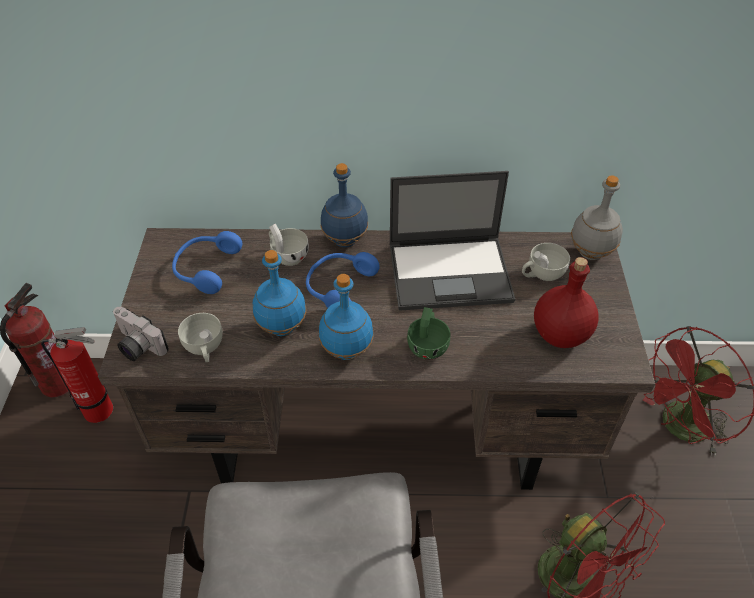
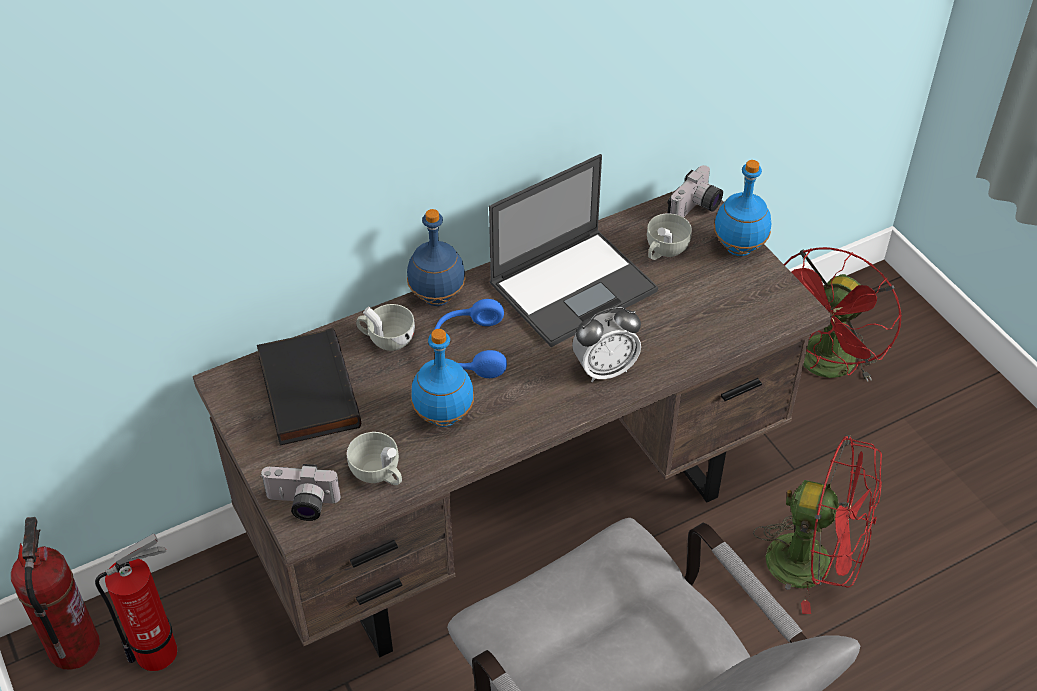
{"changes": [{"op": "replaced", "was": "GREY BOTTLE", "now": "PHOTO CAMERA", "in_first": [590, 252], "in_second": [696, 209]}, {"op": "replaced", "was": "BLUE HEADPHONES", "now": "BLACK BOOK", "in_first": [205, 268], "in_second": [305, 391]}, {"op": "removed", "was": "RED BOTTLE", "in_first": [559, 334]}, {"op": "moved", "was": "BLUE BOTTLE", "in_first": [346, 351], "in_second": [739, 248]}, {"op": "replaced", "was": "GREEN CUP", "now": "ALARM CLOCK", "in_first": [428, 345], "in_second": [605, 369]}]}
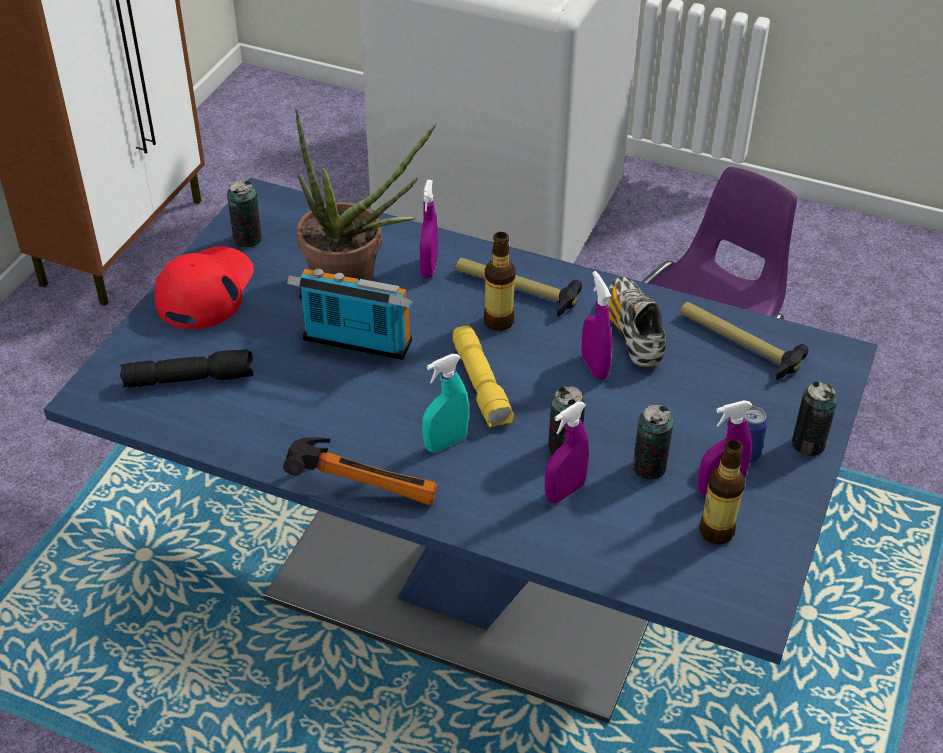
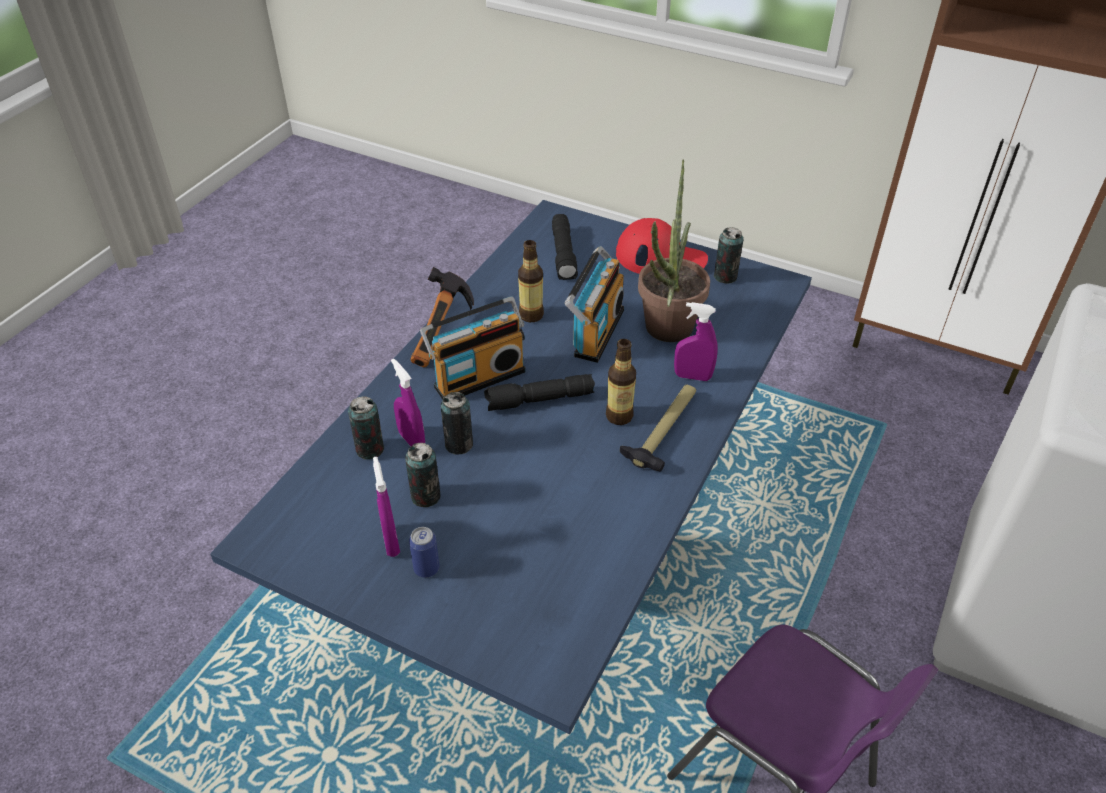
{"changes": [{"op": "removed", "was": "PURPLE SPRAY BOTTLE", "in_first": [594, 367]}, {"op": "removed", "was": "SHOE", "in_first": [633, 332]}, {"op": "removed", "was": "HAMMER", "in_first": [738, 343]}, {"op": "recoloured", "was": "YELLOW FLASHLIGHT", "now": "BLACK FLASHLIGHT", "in_first": [482, 386], "in_second": [539, 401]}, {"op": "replaced", "was": "TURQUOISE SPRAY BOTTLE", "now": "RADIO", "in_first": [445, 443], "in_second": [478, 377]}, {"op": "moved", "was": "CAN", "in_first": [808, 444], "in_second": [370, 449]}, {"op": "moved", "was": "BOTTLE", "in_first": [716, 531], "in_second": [531, 315]}]}
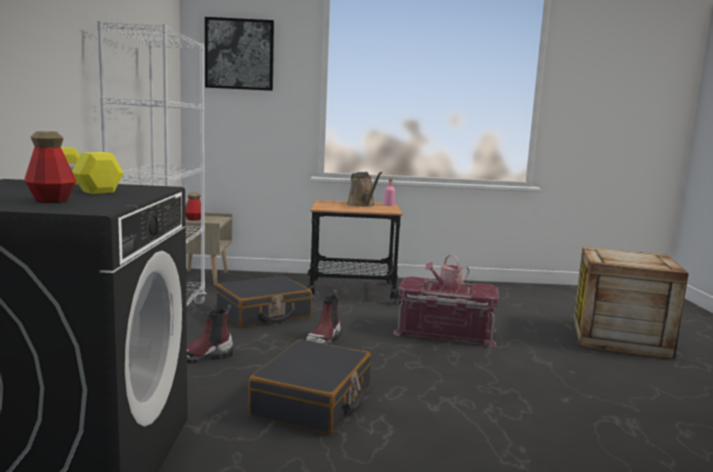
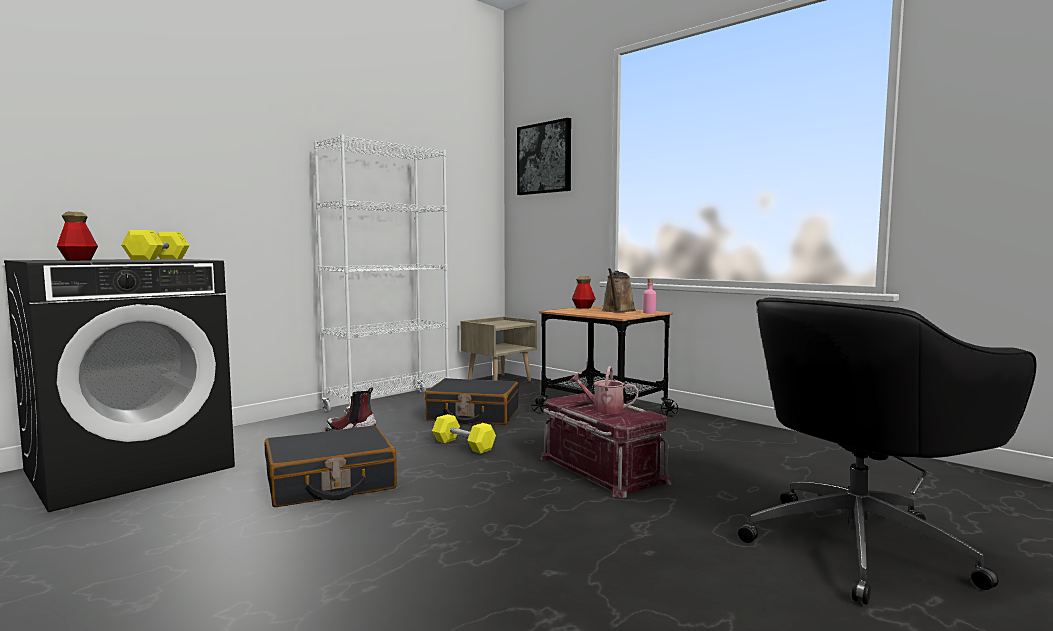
{"changes": [{"op": "moved", "was": "BOTTLE", "in_first": [194, 219], "in_second": [583, 307]}, {"op": "replaced", "was": "CRATE", "now": "BLACK OFFICE CHAIR", "in_first": [619, 338], "in_second": [860, 546]}, {"op": "replaced", "was": "BOOT", "now": "YELLOW DUMBBELL", "in_first": [324, 340], "in_second": [463, 445]}]}
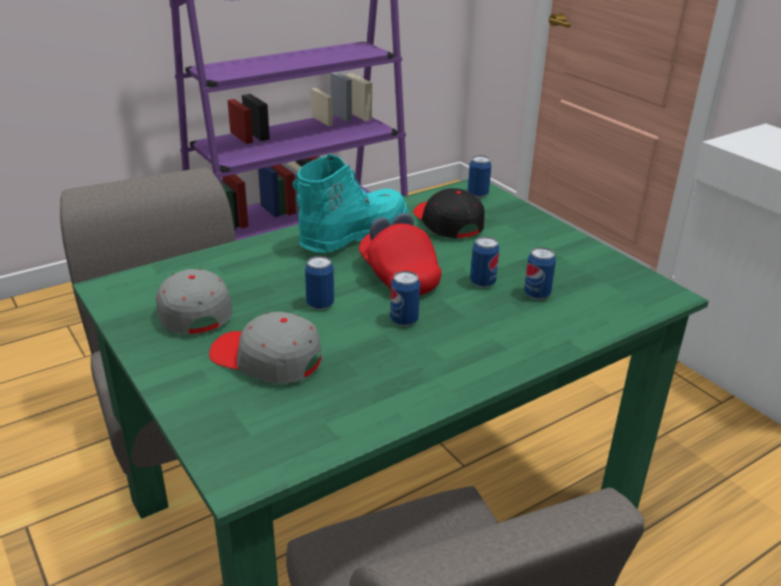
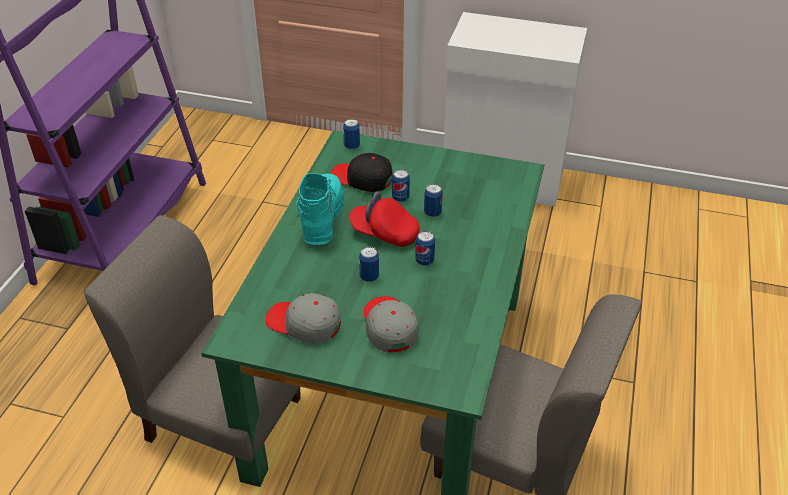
{"changes": [{"op": "moved", "was": "CAN", "in_first": [537, 294], "in_second": [400, 198]}, {"op": "turned", "was": "GREY CAP", "in_first": [266, 359], "in_second": [389, 327], "clockwise": 90}]}
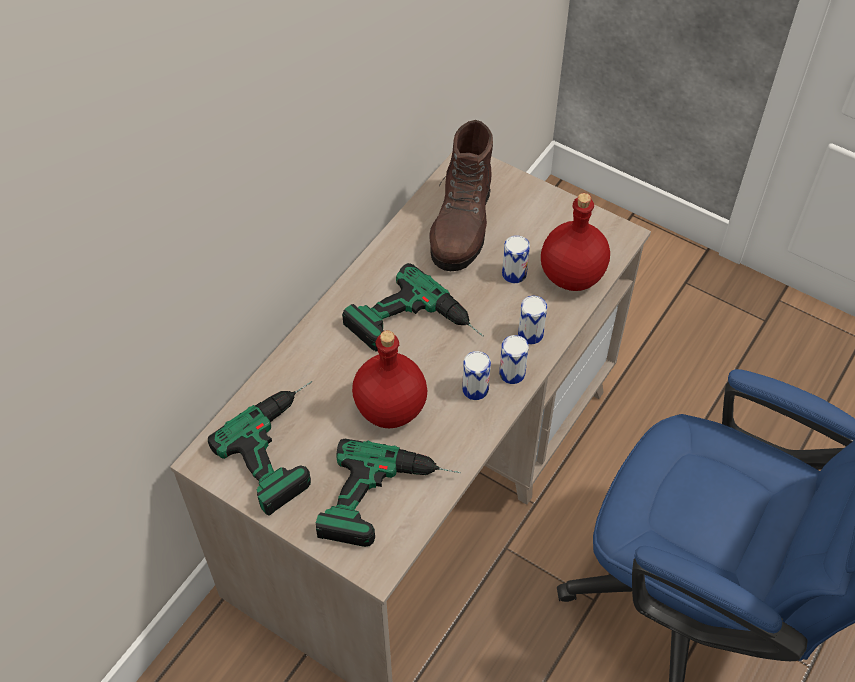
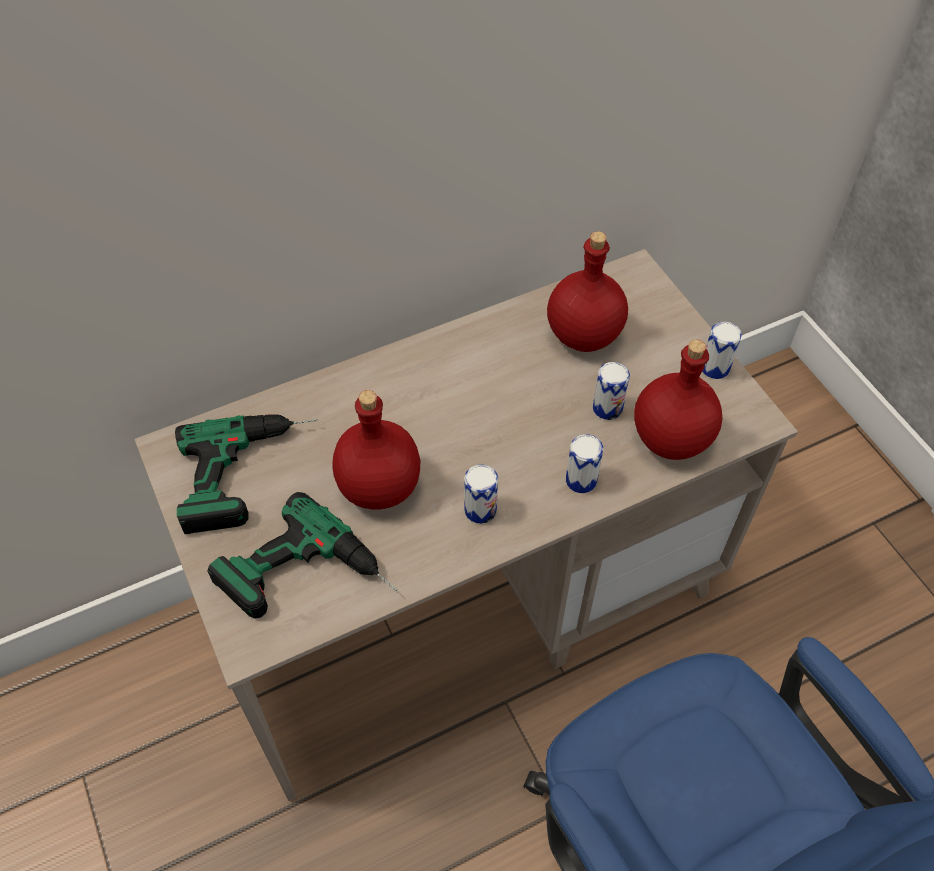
{"changes": [{"op": "replaced", "was": "BROWN BOOT", "now": "RED BOTTLE", "in_first": [462, 226], "in_second": [585, 335]}, {"op": "removed", "was": "POWER DRILL", "in_first": [416, 329]}, {"op": "moved", "was": "CAN", "in_first": [512, 373], "in_second": [715, 368]}]}
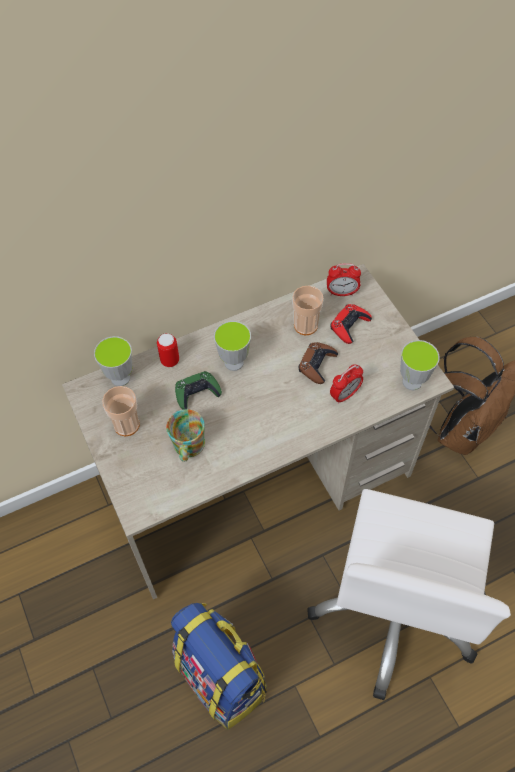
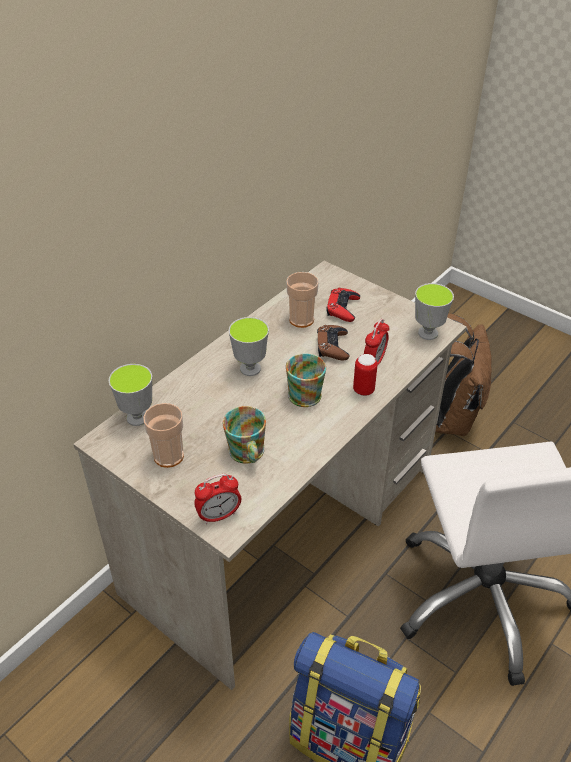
{"changes": [{"op": "moved", "was": "ALARM CLOCK", "in_first": [342, 292], "in_second": [219, 515]}, {"op": "moved", "was": "CAN", "in_first": [170, 360], "in_second": [363, 390]}, {"op": "removed", "was": "GREEN GAME CONTROLLER", "in_first": [197, 393]}, {"op": "added", "now": "MUG", "in_second": [302, 392]}]}
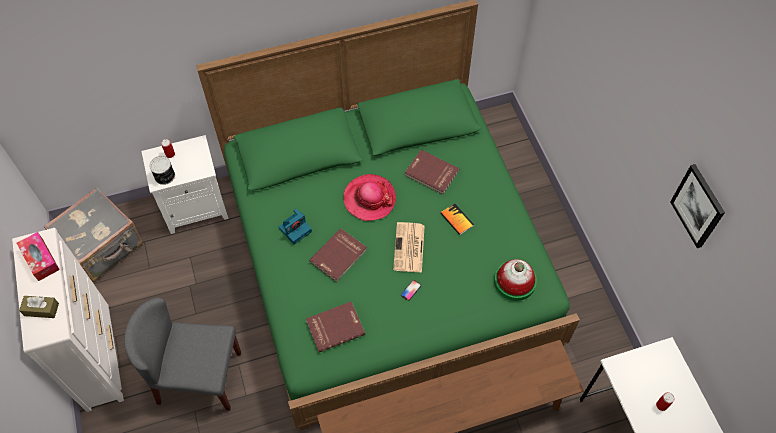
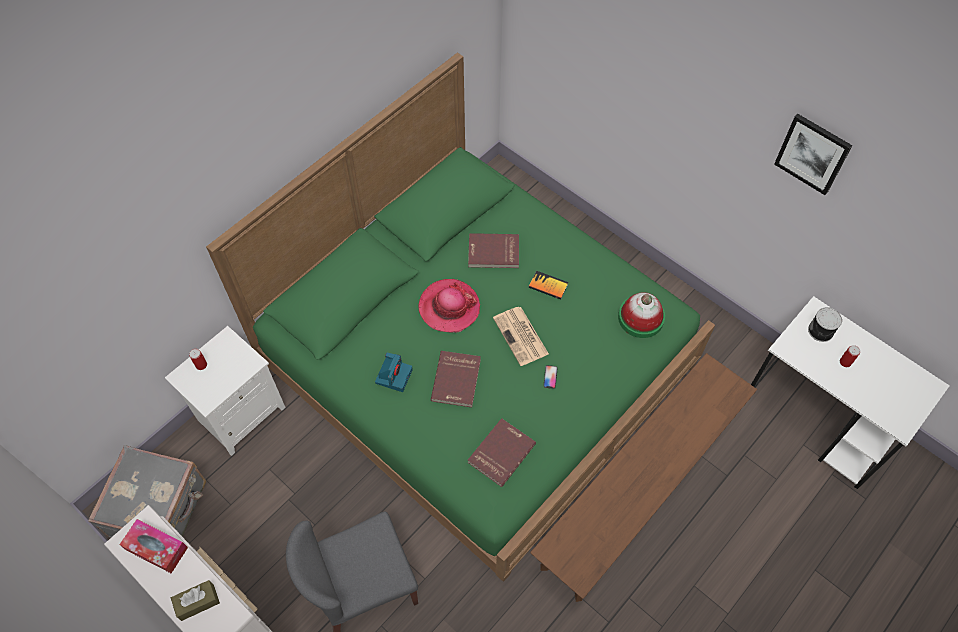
{"changes": [{"op": "moved", "was": "CAN", "in_first": [165, 176], "in_second": [821, 331]}]}
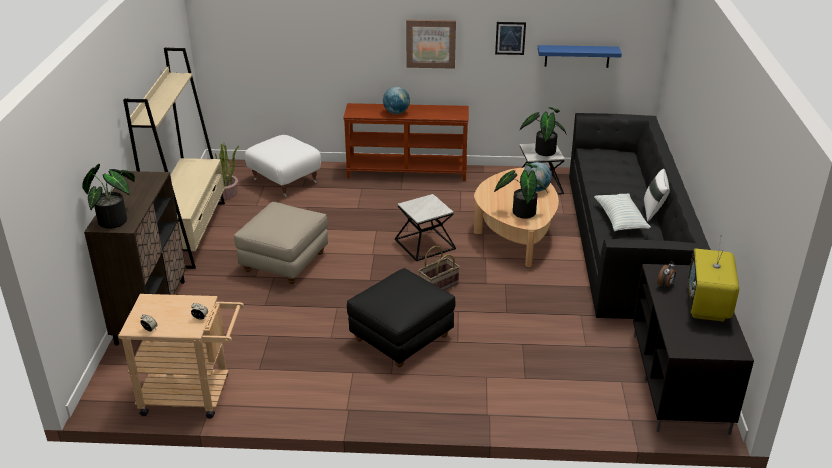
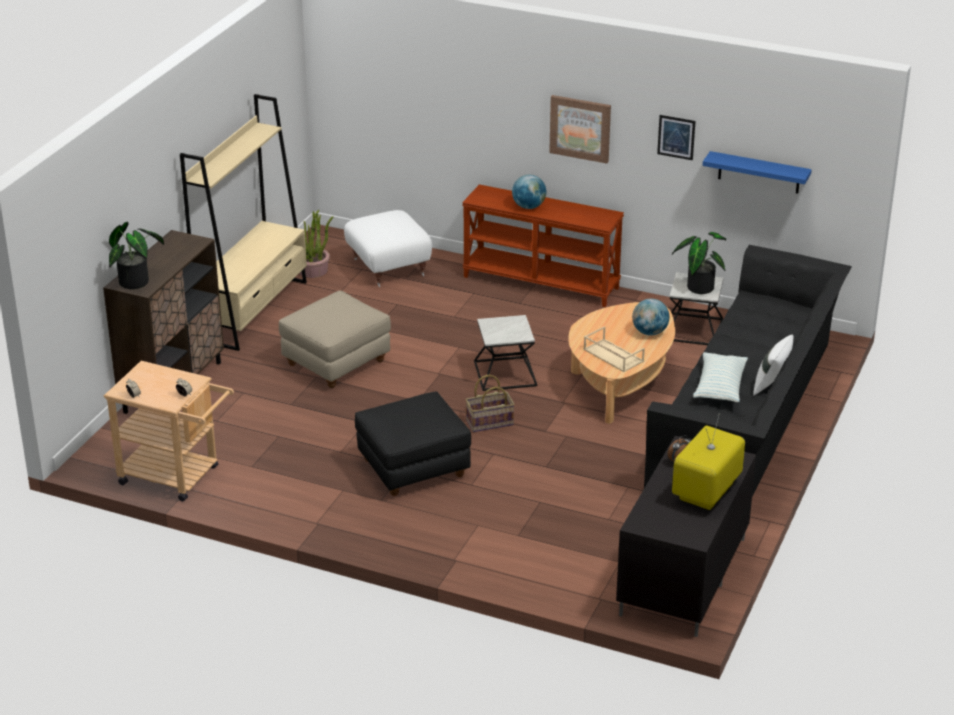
{"changes": [{"op": "replaced", "was": "POTTED PLANT", "now": "BEIGE TRAY", "in_first": [521, 212], "in_second": [612, 355]}]}
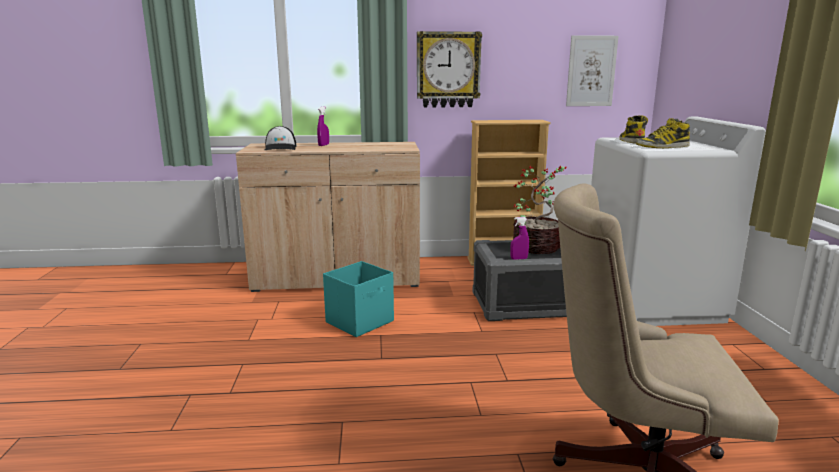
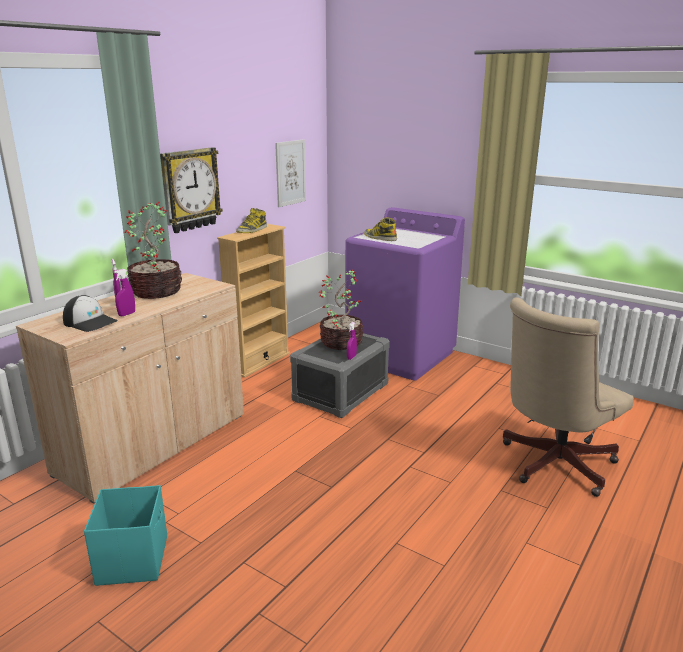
{"changes": [{"op": "recoloured", "was": "WHITE WASHING MACHINE", "now": "PURPLE WASHING MACHINE", "in_first": [651, 303], "in_second": [401, 356]}, {"op": "moved", "was": "BOOT", "in_first": [662, 147], "in_second": [252, 230]}, {"op": "moved", "was": "TURQUOISE STORAGE BOX", "in_first": [360, 321], "in_second": [133, 559]}, {"op": "added", "now": "POTTED PLANT", "in_second": [156, 291]}, {"op": "added", "now": "PURPLE SPRAY BOTTLE", "in_second": [127, 314]}]}
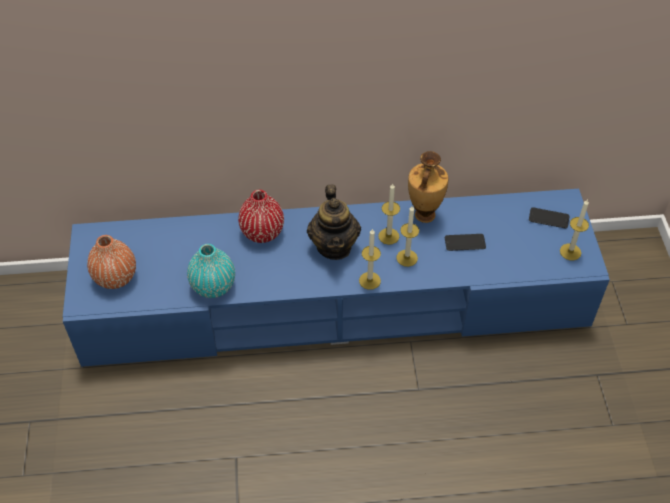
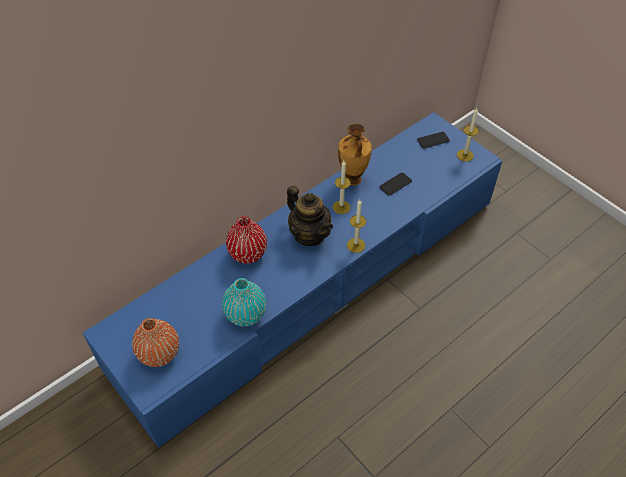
{"changes": [{"op": "removed", "was": "CANDLE", "in_first": [407, 258]}]}
